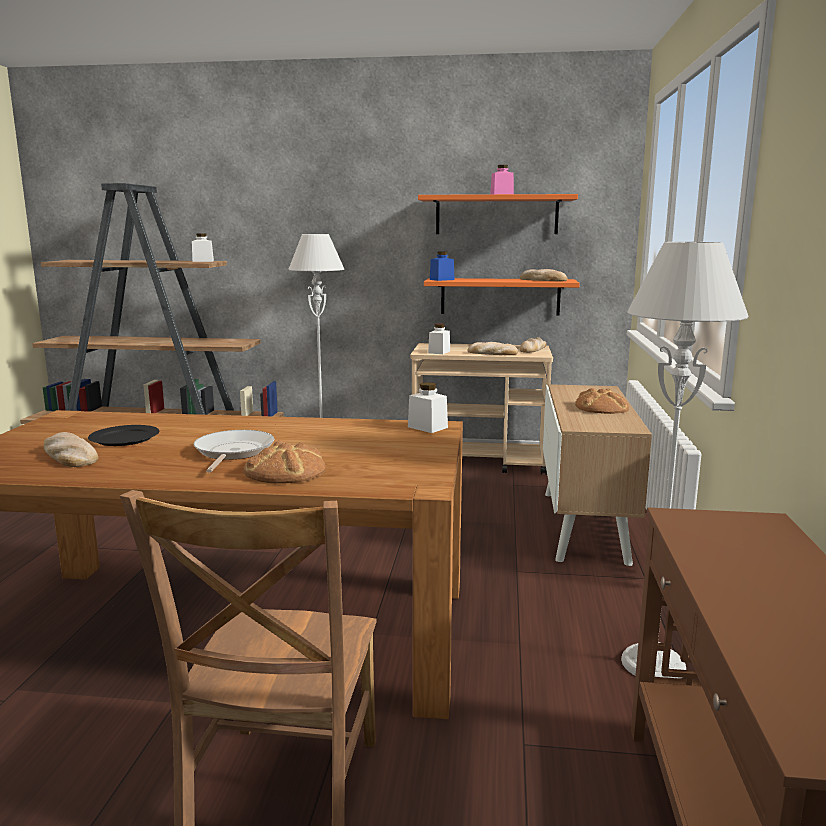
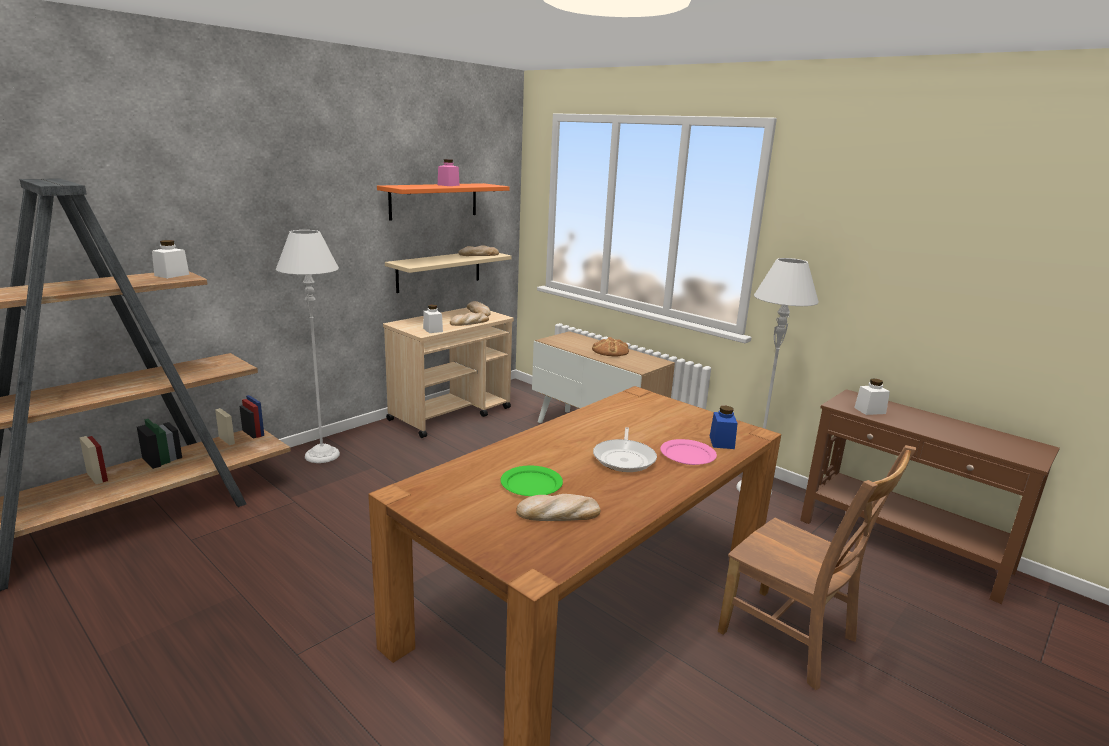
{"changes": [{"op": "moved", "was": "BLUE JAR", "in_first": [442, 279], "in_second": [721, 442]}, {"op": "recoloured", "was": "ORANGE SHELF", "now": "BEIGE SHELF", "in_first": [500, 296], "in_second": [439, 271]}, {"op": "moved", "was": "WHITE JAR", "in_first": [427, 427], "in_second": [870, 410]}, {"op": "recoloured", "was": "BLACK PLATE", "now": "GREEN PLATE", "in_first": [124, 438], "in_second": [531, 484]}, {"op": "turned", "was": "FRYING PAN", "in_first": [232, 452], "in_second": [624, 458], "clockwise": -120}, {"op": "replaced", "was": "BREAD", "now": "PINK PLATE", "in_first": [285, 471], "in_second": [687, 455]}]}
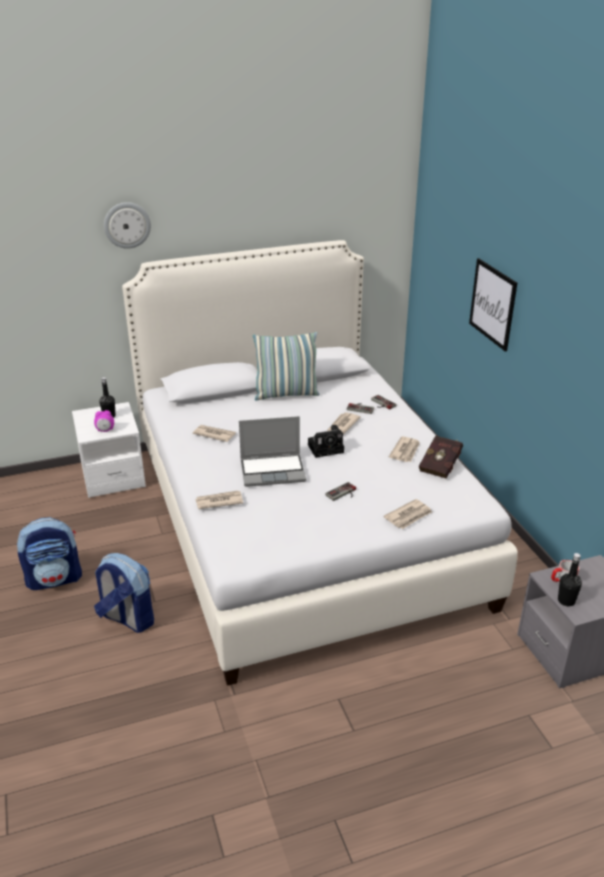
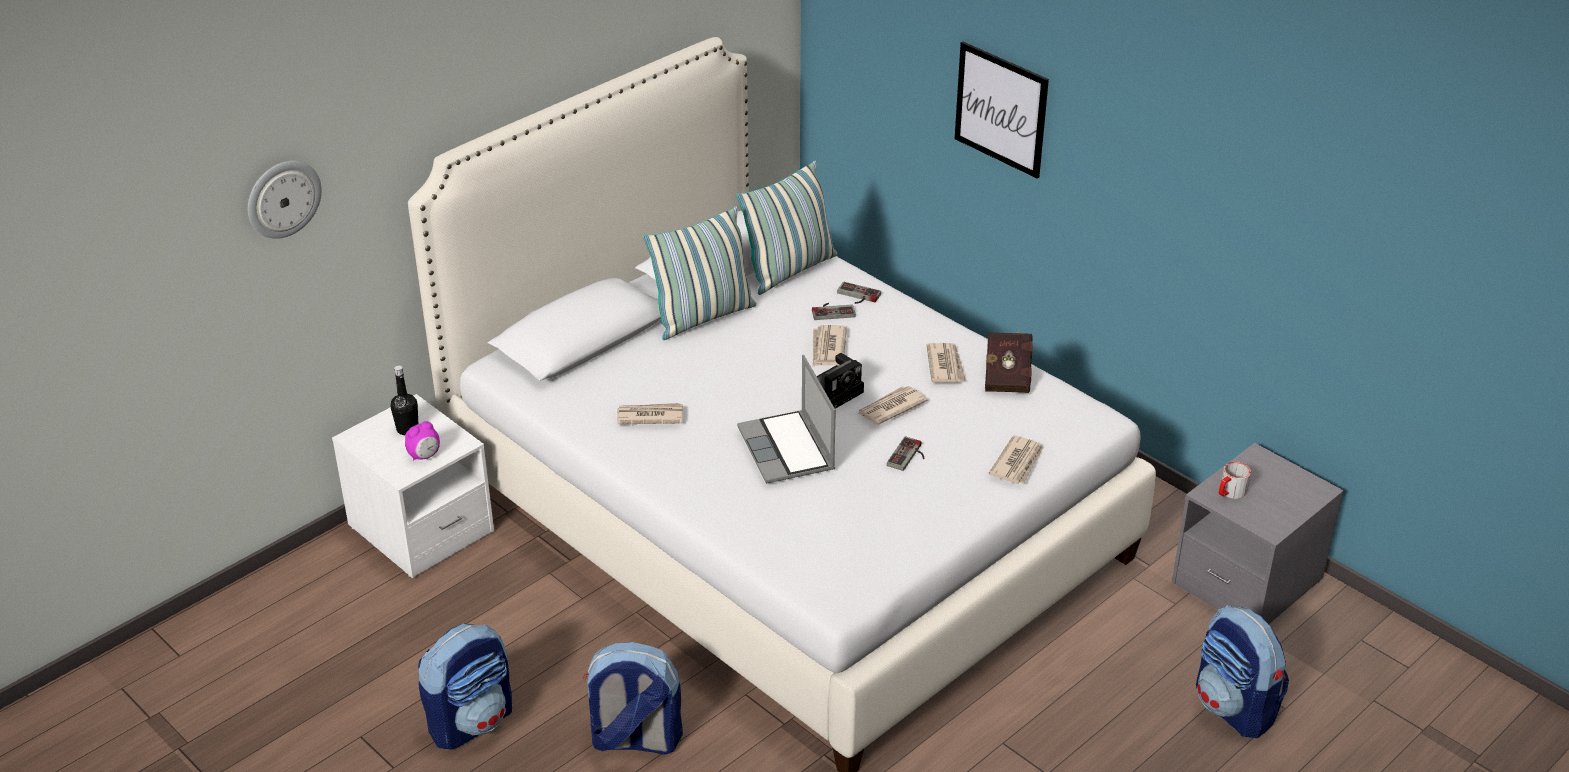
{"changes": [{"op": "moved", "was": "WALL CLOCK", "in_first": [127, 225], "in_second": [283, 198]}, {"op": "turned", "was": "LAPTOP", "in_first": [273, 471], "in_second": [788, 450], "clockwise": 105}, {"op": "moved", "was": "NEWSPAPER", "in_first": [218, 501], "in_second": [890, 408]}, {"op": "removed", "was": "BLACK BOTTLE", "in_first": [566, 601]}, {"op": "added", "now": "PILLOW", "in_second": [789, 270]}, {"op": "added", "now": "BACKPACK", "in_second": [1234, 708]}]}
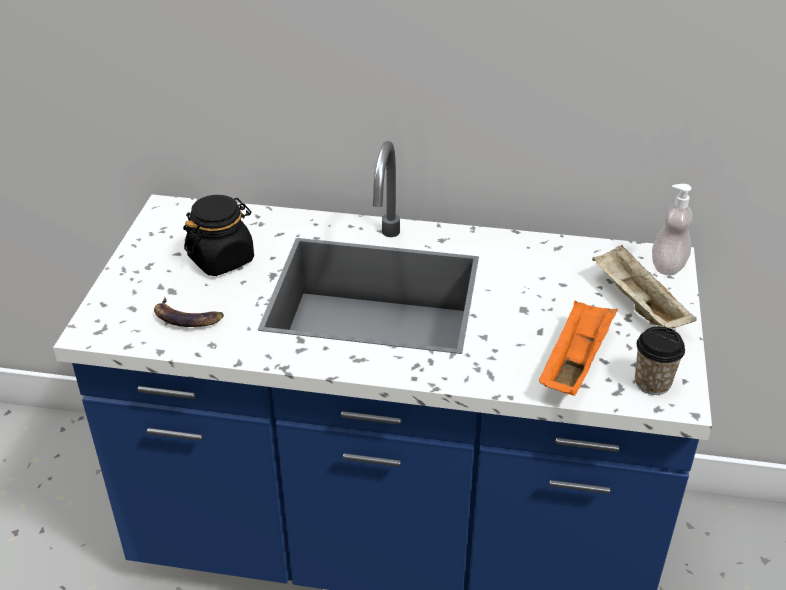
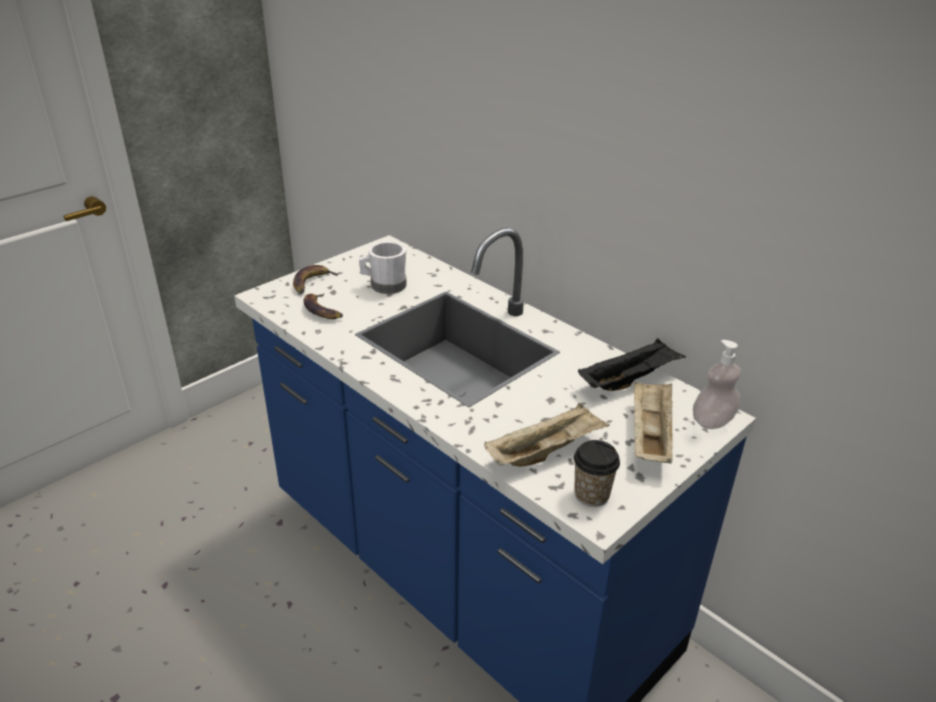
{"changes": [{"op": "replaced", "was": "BLACK JAR", "now": "WHITE MUG", "in_first": [222, 259], "in_second": [384, 286]}, {"op": "recoloured", "was": "ORANGE TRAY", "now": "BEIGE TRAY", "in_first": [575, 362], "in_second": [545, 451]}, {"op": "added", "now": "BANANA", "in_second": [312, 282]}, {"op": "added", "now": "BLACK TRAY", "in_second": [629, 380]}]}
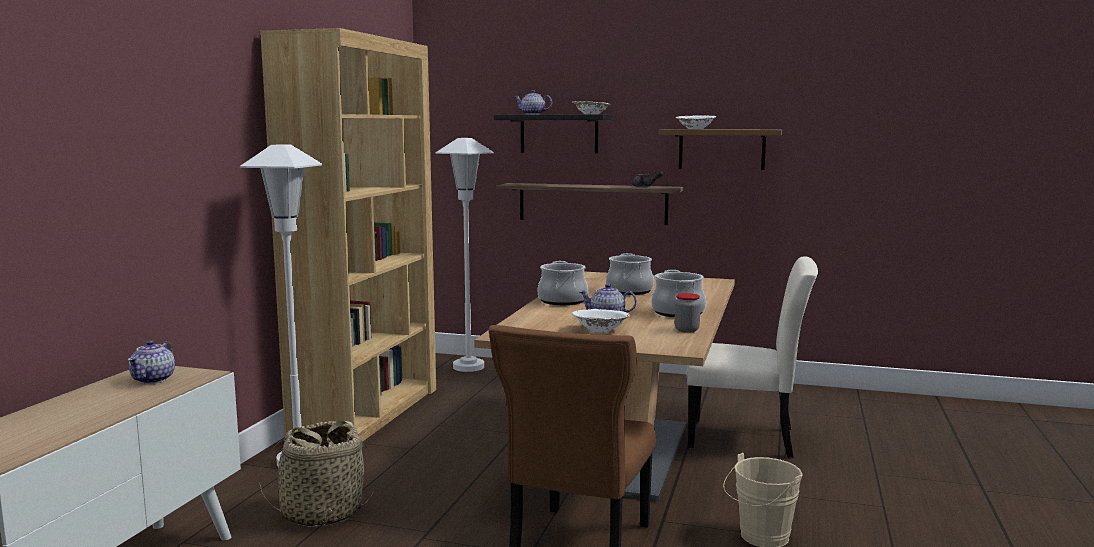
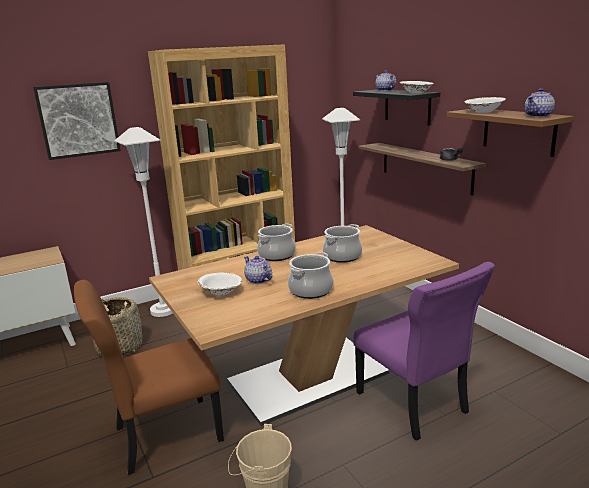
{"changes": [{"op": "recoloured", "was": "BEIGE CHAIR", "now": "PURPLE CHAIR", "in_first": [746, 439], "in_second": [414, 405]}, {"op": "removed", "was": "JAR", "in_first": [686, 330]}, {"op": "moved", "was": "TEAPOT", "in_first": [154, 379], "in_second": [538, 116]}, {"op": "added", "now": "PICTURE", "in_second": [78, 120]}]}
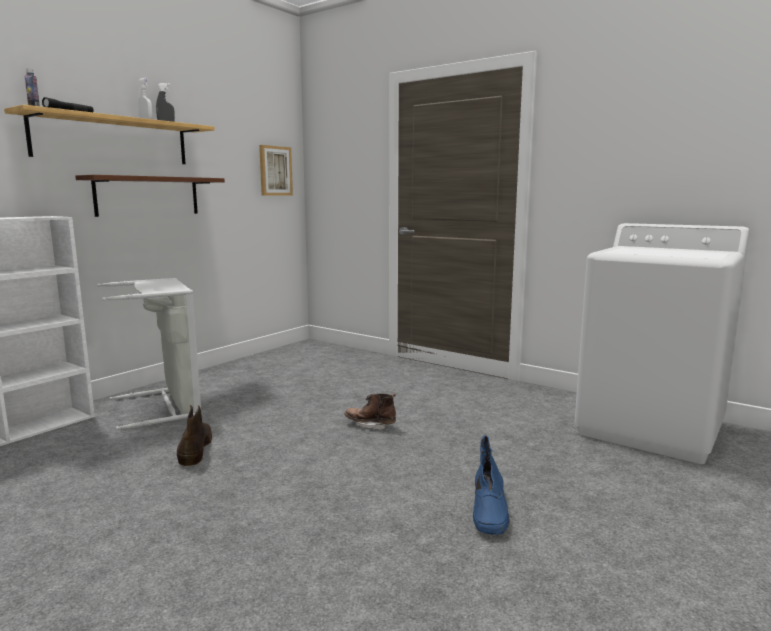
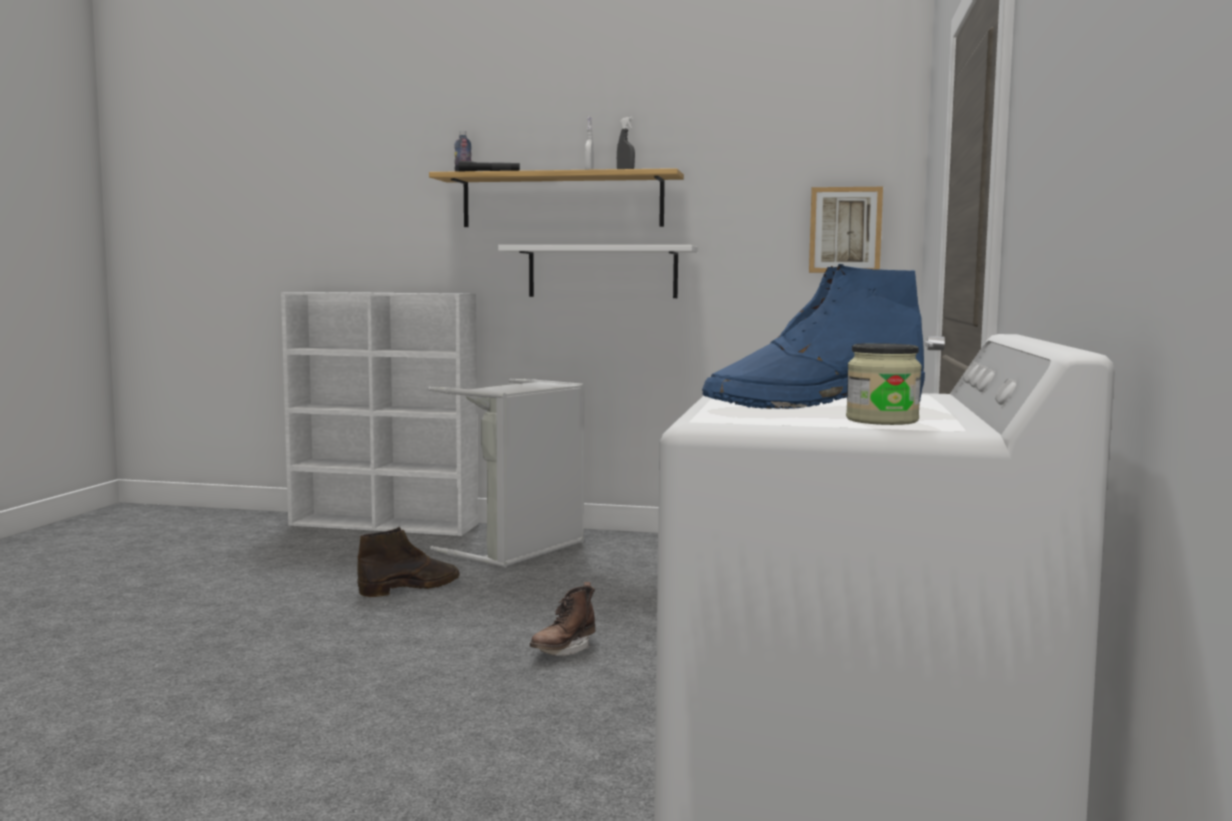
{"changes": [{"op": "recoloured", "was": "BROWN SHELF", "now": "WHITE SHELF", "in_first": [148, 196], "in_second": [602, 272]}, {"op": "turned", "was": "BROWN BOOT", "in_first": [370, 425], "in_second": [563, 650], "clockwise": -135}, {"op": "moved", "was": "BLUE BOOT", "in_first": [490, 511], "in_second": [812, 407]}, {"op": "added", "now": "JAR", "in_second": [882, 420]}]}
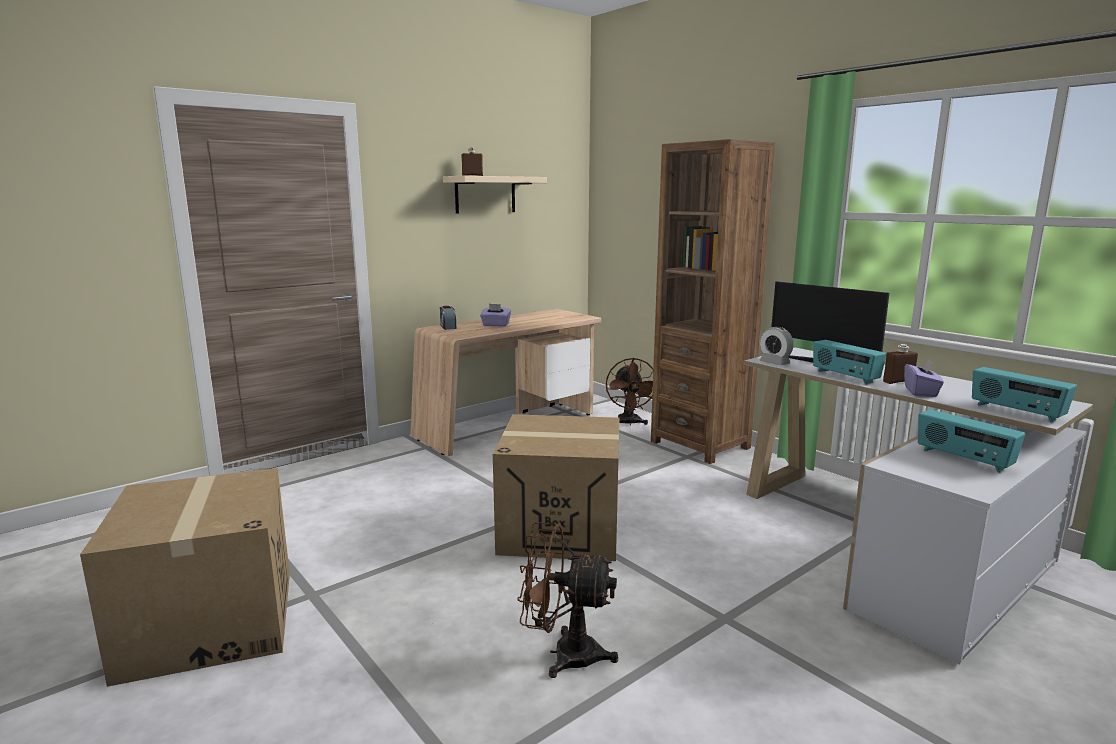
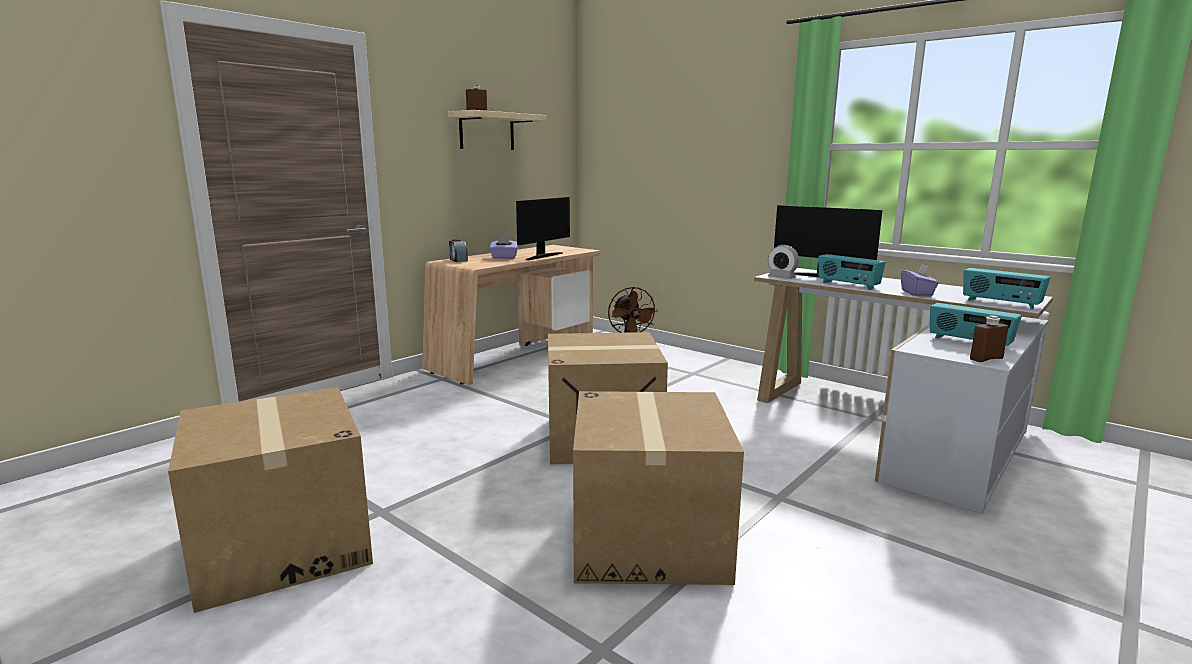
{"changes": [{"op": "removed", "was": "BROWN BOOKCASE", "in_first": [700, 445]}, {"op": "moved", "was": "BROWN BOTTLE", "in_first": [898, 382], "in_second": [986, 359]}, {"op": "replaced", "was": "BROWN FAN", "now": "CARDBOARD BOX", "in_first": [563, 654], "in_second": [649, 538]}, {"op": "added", "now": "MONITOR", "in_second": [543, 256]}]}
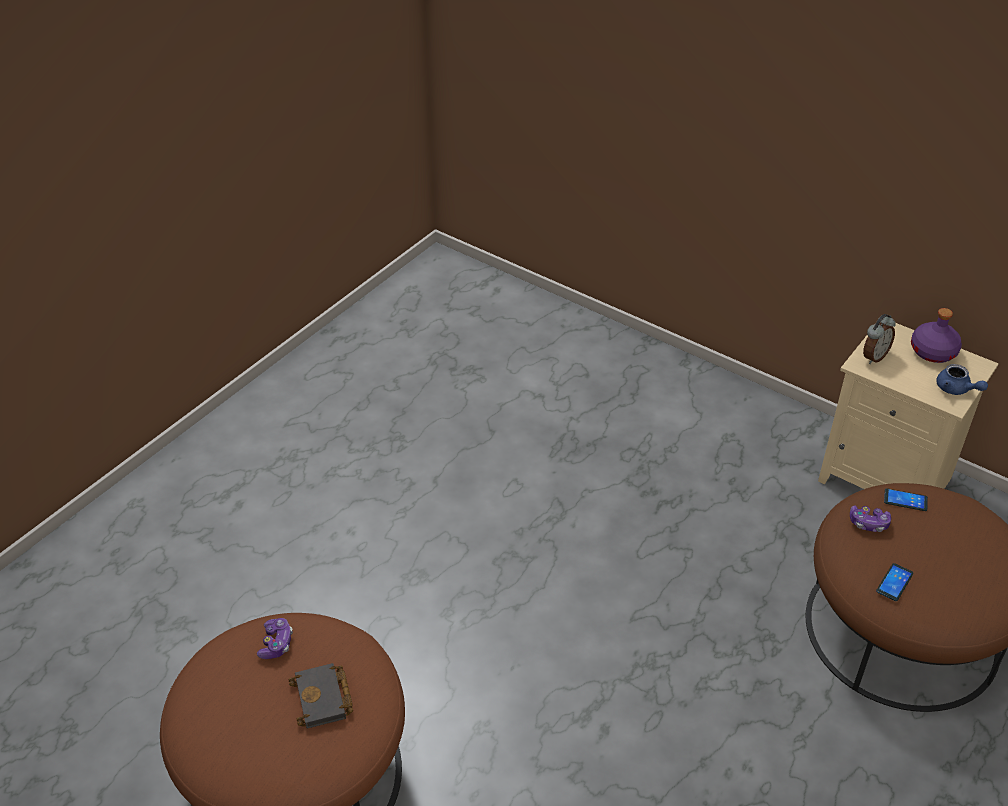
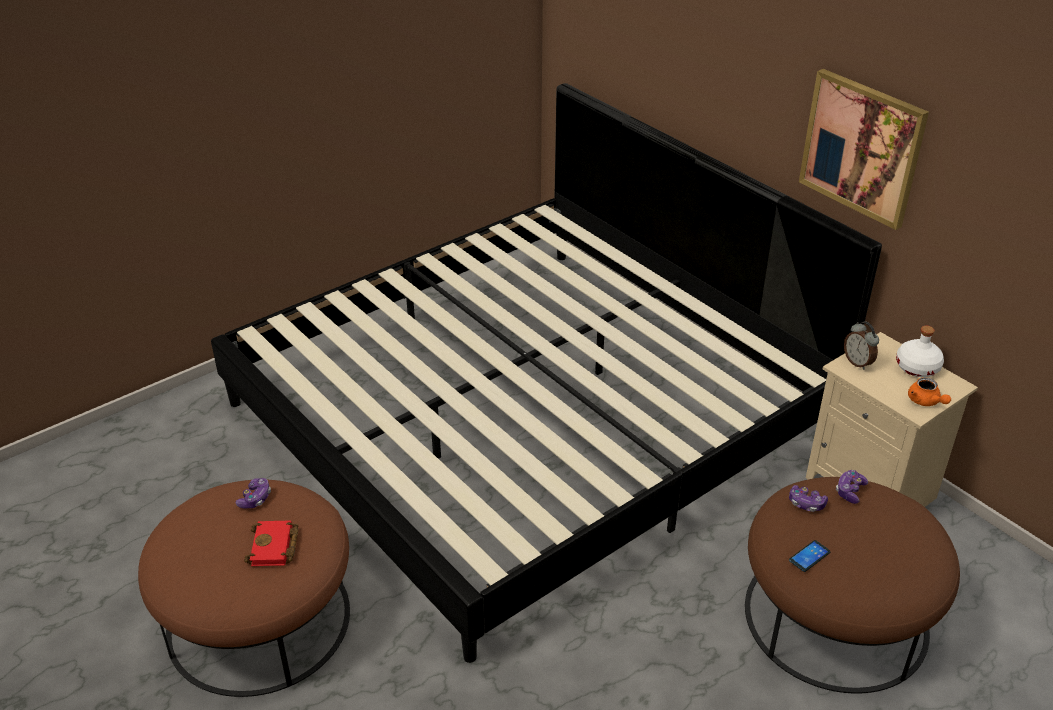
{"changes": [{"op": "recoloured", "was": "PURPLE BOTTLE", "now": "WHITE BOTTLE", "in_first": [933, 352], "in_second": [918, 367]}, {"op": "turned", "was": "ALARM CLOCK", "in_first": [873, 357], "in_second": [858, 362], "clockwise": 90}, {"op": "recoloured", "was": "BLUE TEAPOT", "now": "ORANGE TEAPOT", "in_first": [956, 389], "in_second": [925, 402]}, {"op": "replaced", "was": "PHONE", "now": "GAME CONTROLLER", "in_first": [905, 500], "in_second": [850, 491]}, {"op": "recoloured", "was": "BLACK BOOK", "now": "RED BOOK", "in_first": [324, 700], "in_second": [274, 548]}, {"op": "added", "now": "PICTURE", "in_second": [862, 147]}, {"op": "added", "now": "BED", "in_second": [527, 416]}]}
